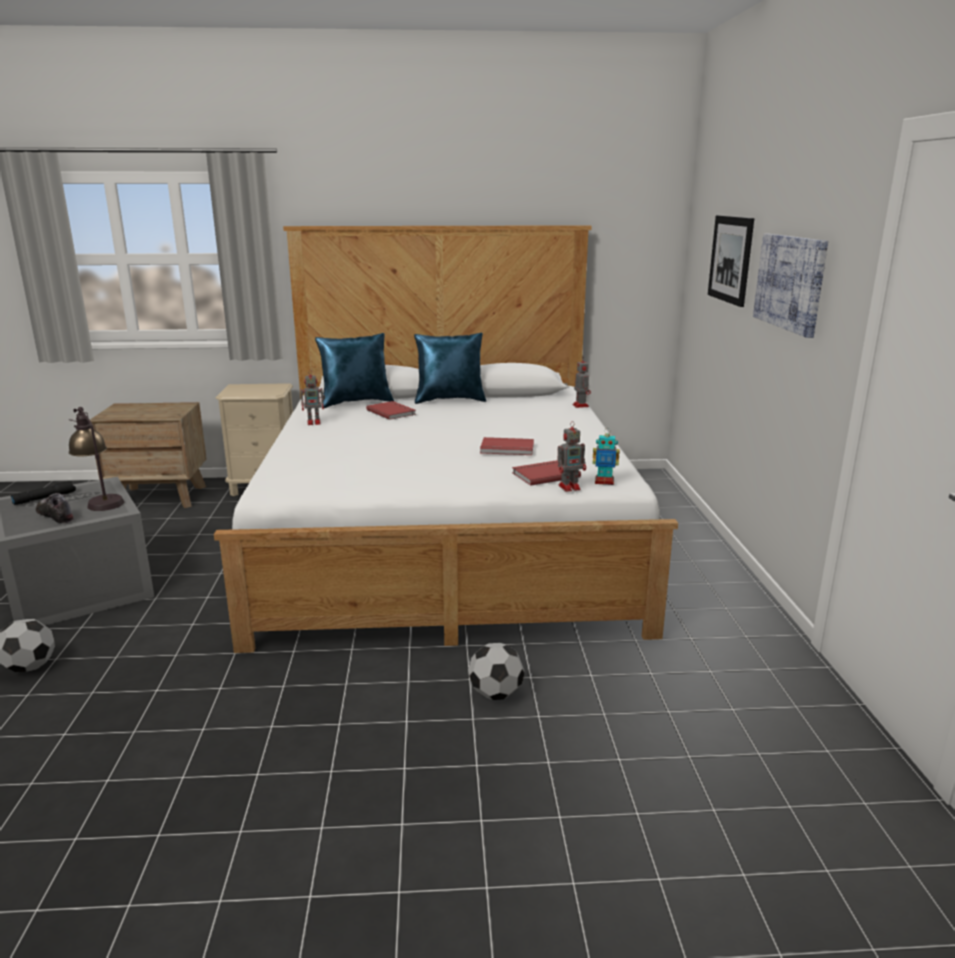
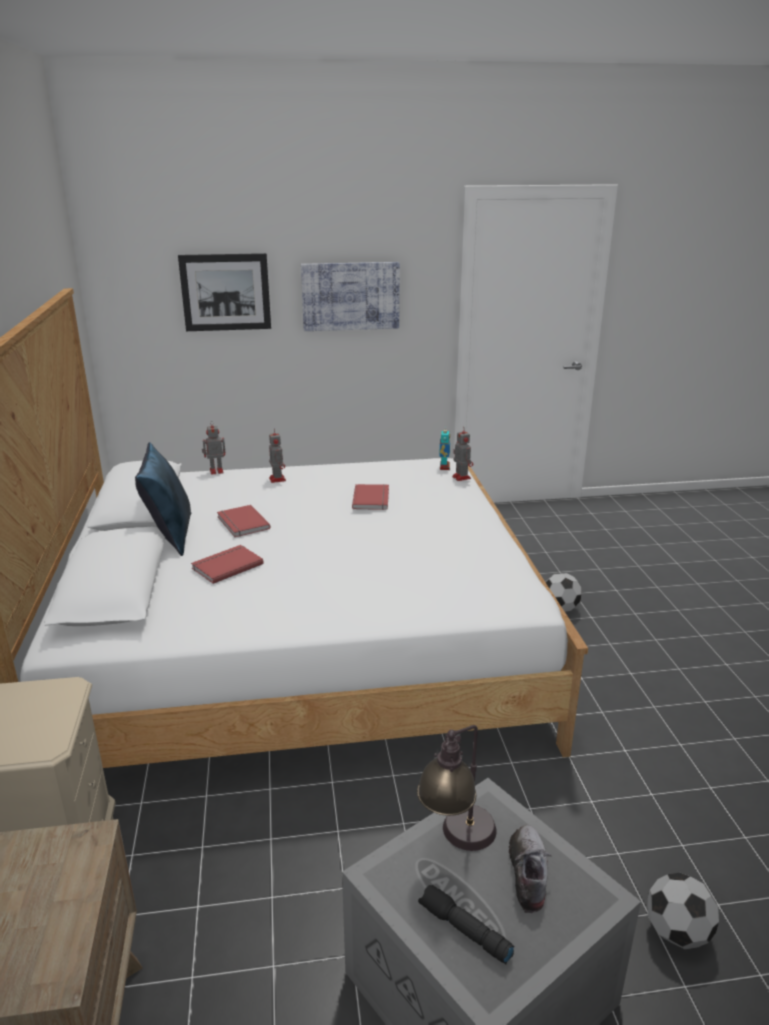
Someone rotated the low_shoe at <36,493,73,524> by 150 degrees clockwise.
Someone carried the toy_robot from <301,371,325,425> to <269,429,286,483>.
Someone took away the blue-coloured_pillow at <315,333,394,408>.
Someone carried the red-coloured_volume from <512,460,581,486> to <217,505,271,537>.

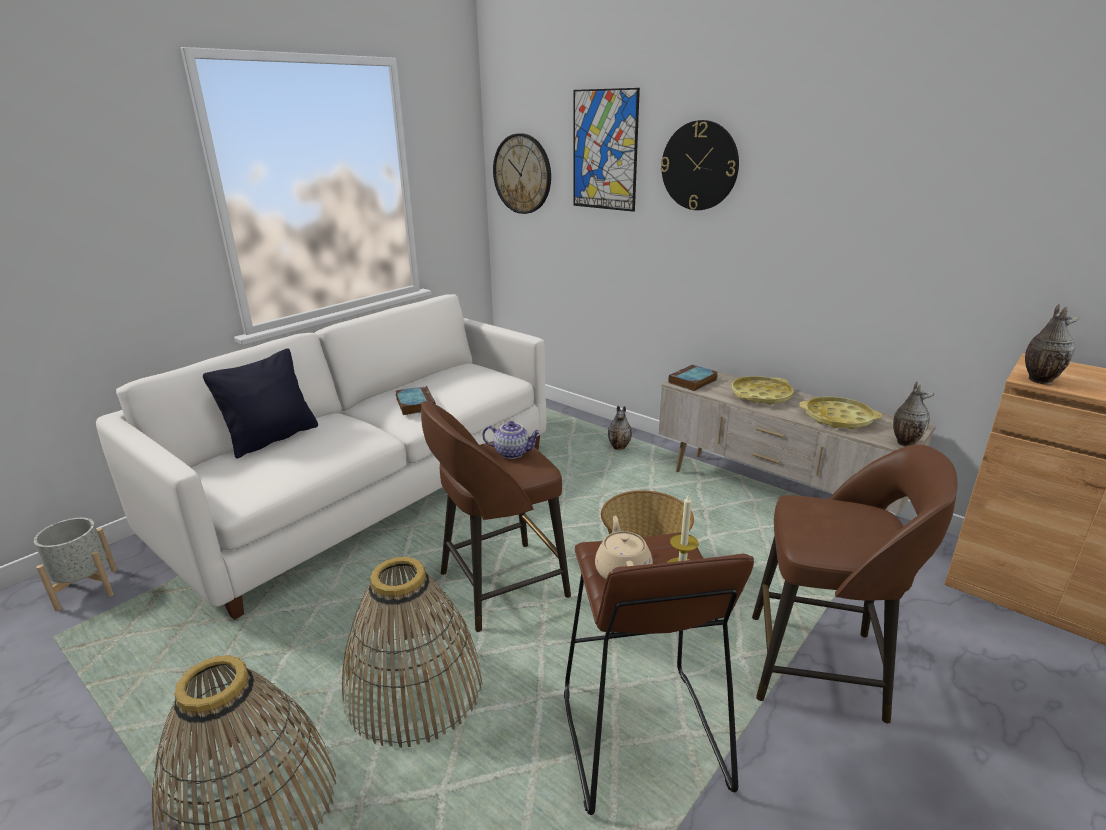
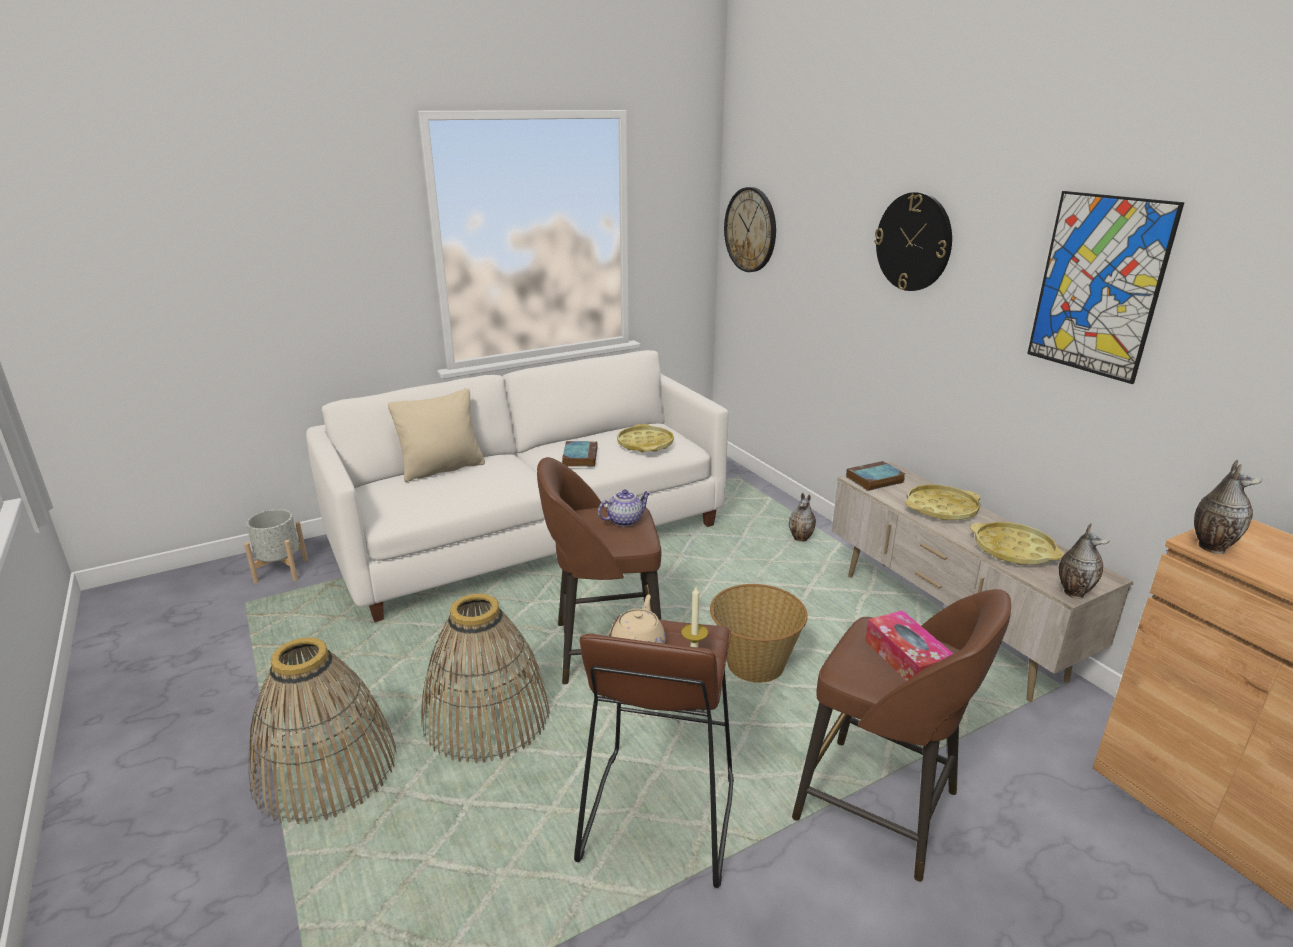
Someone repainted the black-coloured_pillow at <203,348,318,459>, which became the beige_pillow at <388,388,485,482>.
Someone rotated the pot_for_tea at <482,421,541,459> by 60 degrees counterclockwise.
Someone carried the wall_picture from <574,88,640,212> to <1027,191,1184,384>.
Someone put down the yellow-coloured_tray at <617,424,674,453>.
Someone put down the tissue_holder at <865,610,953,681>.

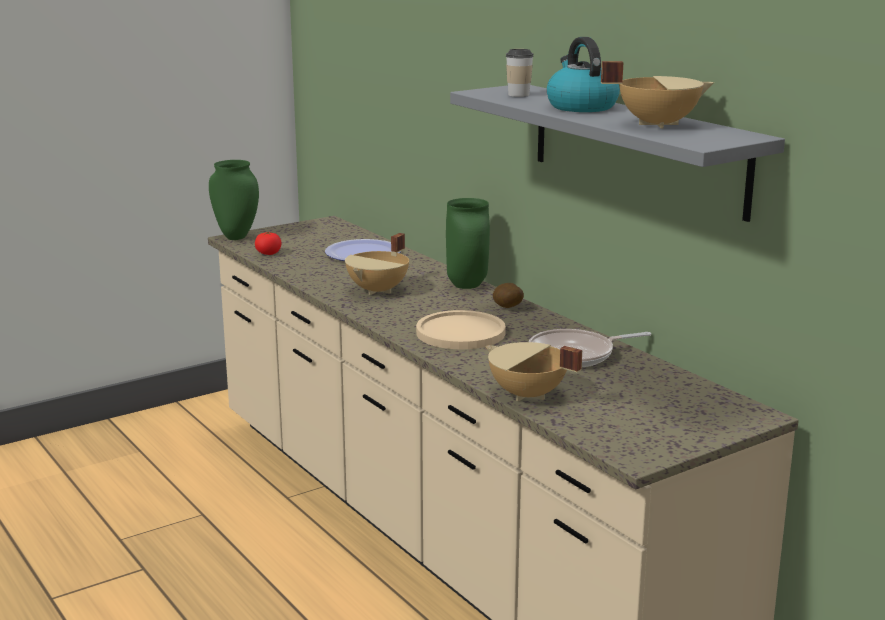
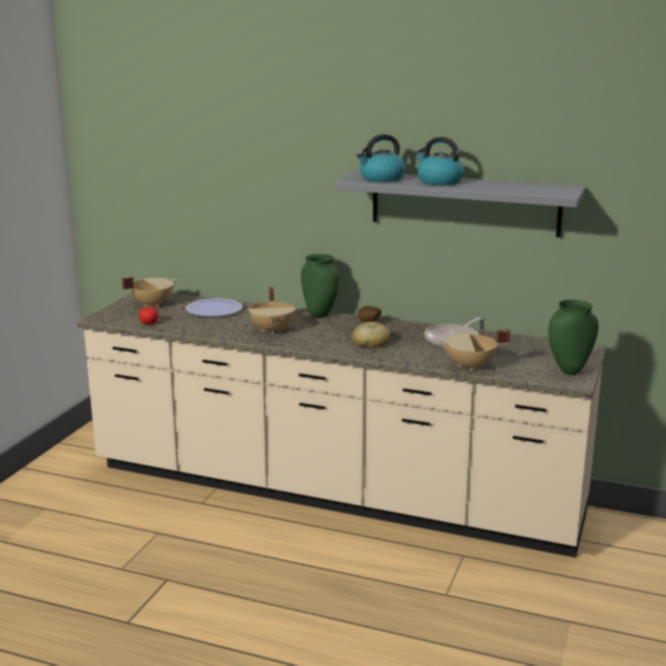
Someone carried the green_decorative_vase from <209,160,259,240> to <548,300,599,375>.
Someone swapped the beige_dinner_plate at <416,310,506,349> for the bakery_bread at <352,322,391,348>.
Someone swapped the cup at <506,49,534,97> for the kettle at <356,134,406,182>.
Someone carried the beige_stockpot from <601,61,714,128> to <121,277,177,308>.

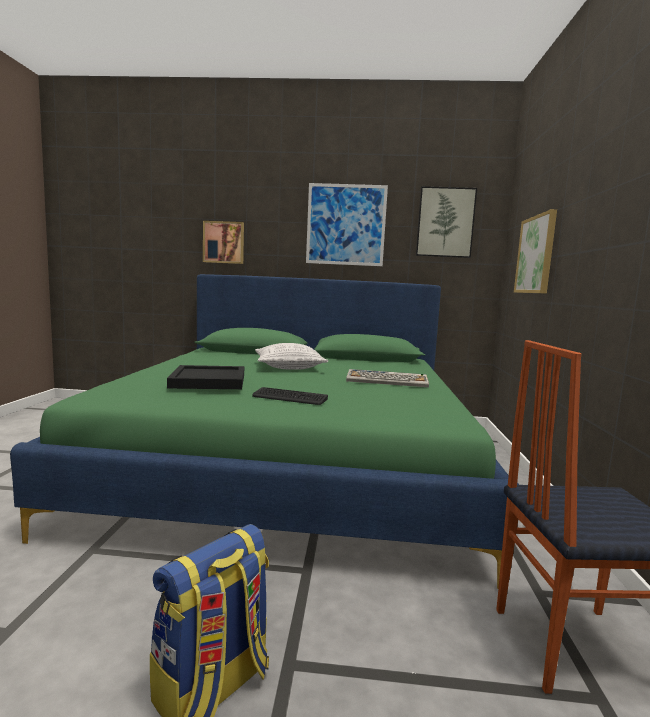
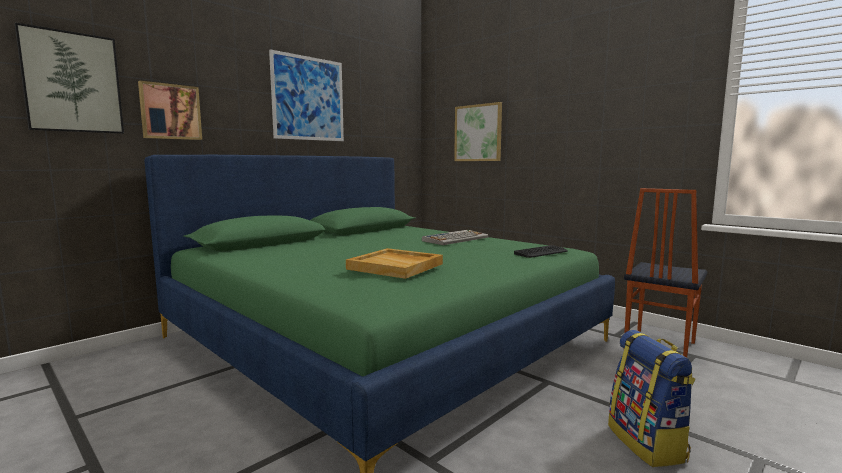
Someone repainted the black-coloured_tray at <167,365,244,389>, which became the beige_tray at <346,248,443,279>.
Someone carried the PC_keyboard from <252,387,328,405> to <514,245,567,258>.
Someone took away the pillow at <255,343,328,370>.
Someone carried the wall_picture from <416,186,477,258> to <14,22,124,134>.

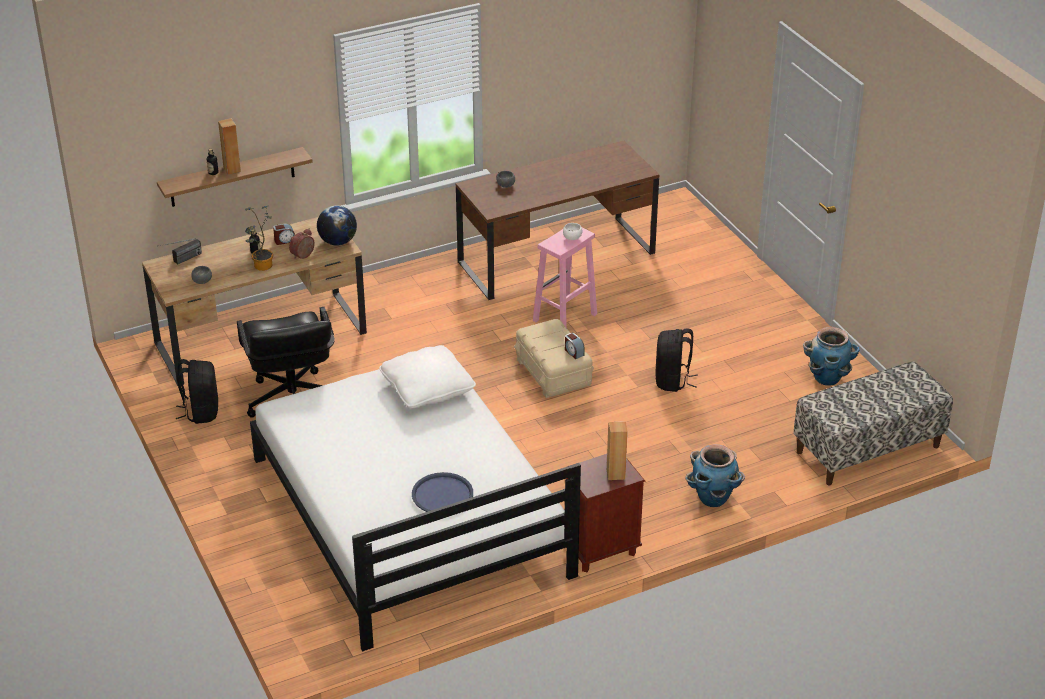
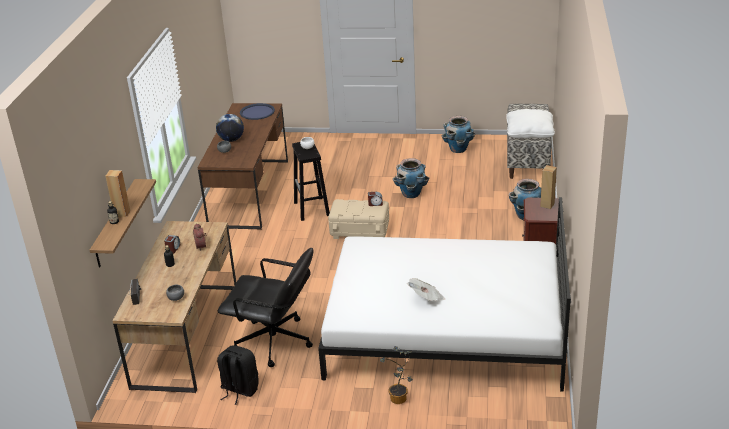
Someone carried the plant_in_a_pot from <245,206,273,271> to <380,346,413,404>.
Someone carried the globe from <317,206,357,246> to <216,114,244,142>.
Someone carried the whitish_pillow from <379,345,476,408> to <506,109,555,138>.
Someone carried the blue-coloured_tray from <412,472,473,512> to <240,103,275,120>.
Someone repainted the pink_sitting_stool at <533,228,597,328>, which became the black-coloured_sitting_stool at <292,142,330,221>.
Someone swapped the black-coloured_knapsack at <655,328,698,392> for the planter at <393,158,429,198>.
Someone put down the daily_paper at <407,278,446,301>.

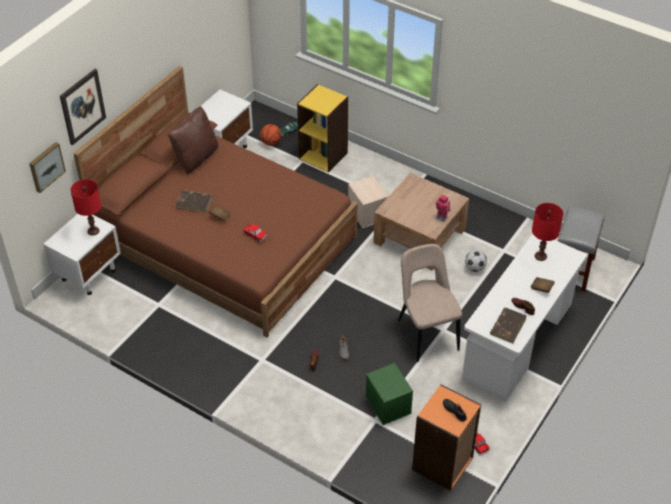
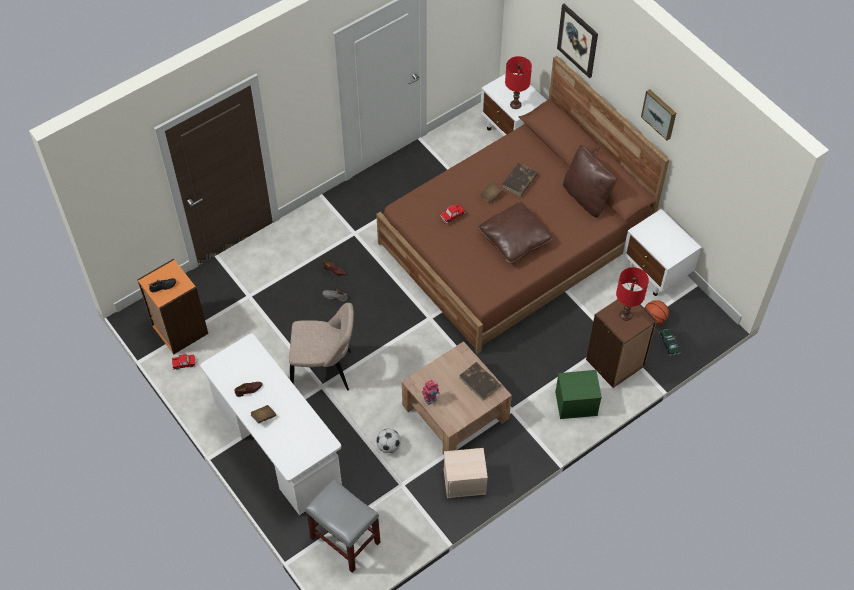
Someone carried the wall_picture from <29,142,66,193> to <641,89,676,140>.
Someone repainted the yellow-coloured_shelving_unit at <297,84,348,173>, which became the brown_shelving_unit at <586,299,657,388>.
Someone carried the beige_storage_bin from <348,176,388,228> to <444,448,488,498>.
Someone carried the green_storage_bin from <365,363,413,425> to <555,370,602,419>.
Someone carried the brown_volume from <490,308,527,343> to <459,362,501,401>.
Someone carried the red-coloured_table_lamp from <532,203,563,261> to <616,267,649,321>.
Someone put down the brown_pillow at <478,203,553,263>.

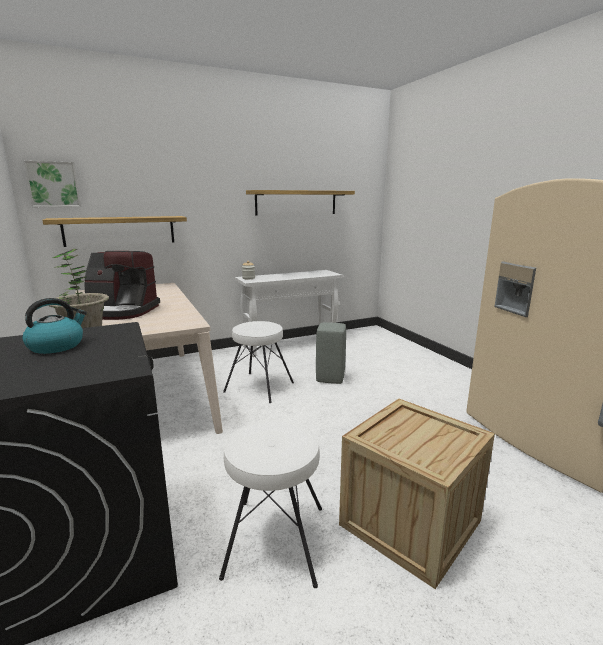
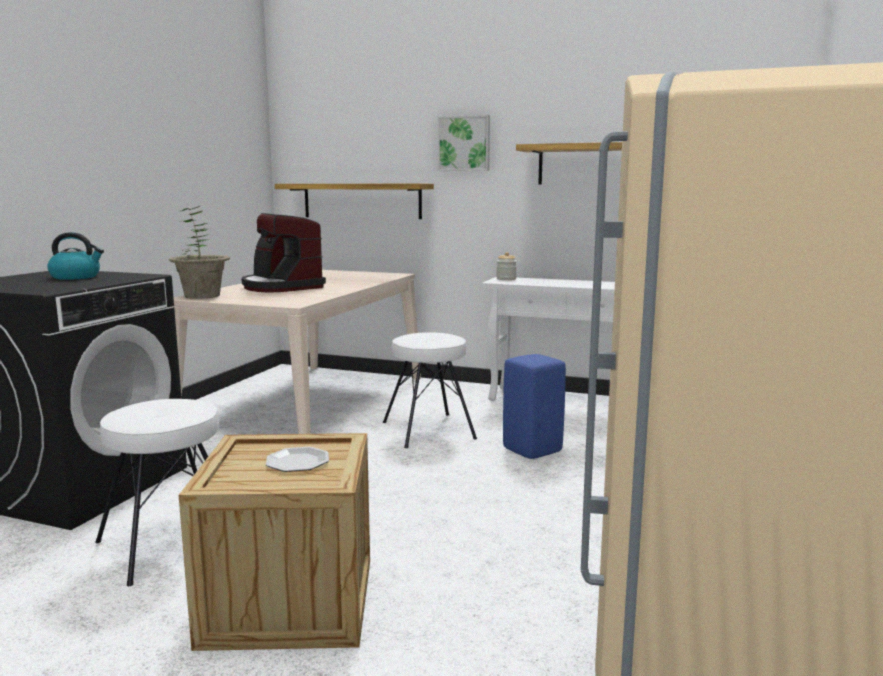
Someone carried the wall_picture from <23,161,81,207> to <437,115,490,171>.
Someone repainted the grey_sitting_stool at <316,322,346,384>, which became the blue-coloured_sitting_stool at <503,354,566,459>.
Someone put down the dinner_plate at <266,447,329,472>.

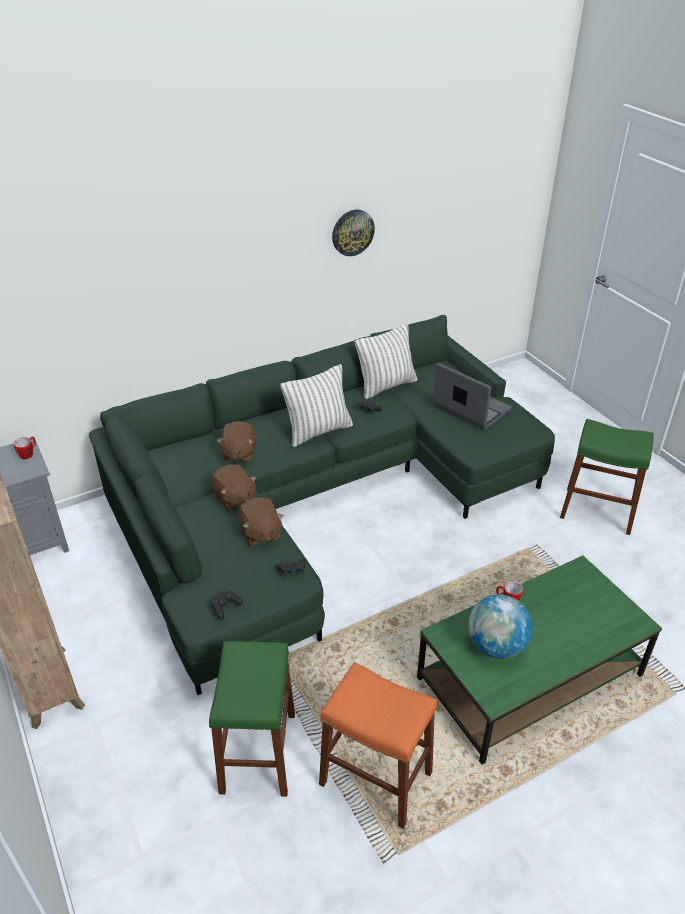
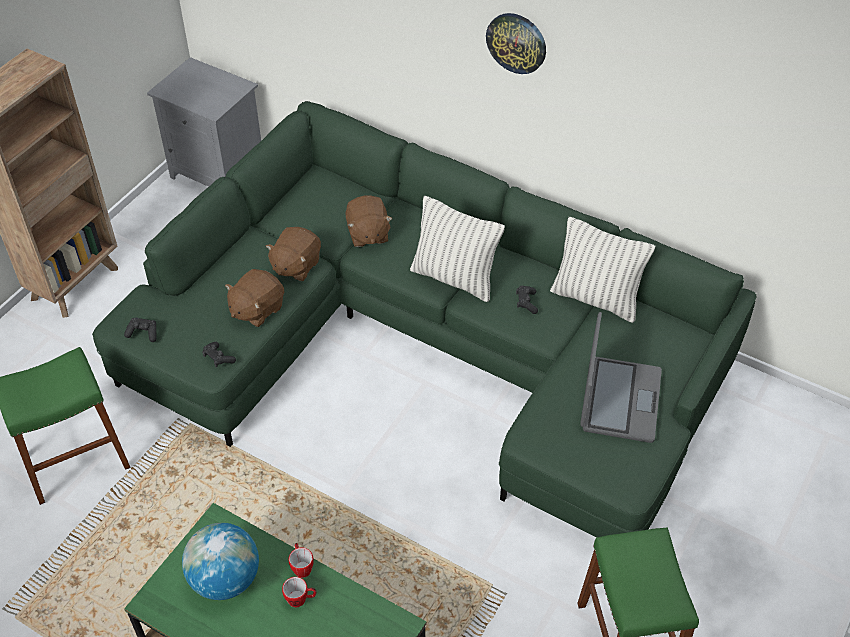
Someone carried the coffee_mug from <14,437,36,459> to <282,577,316,607>.
Someone rotated the brown_plush_toy at <216,421,256,463> by 75 degrees counterclockwise.
Someone took away the orange-coloured_sitting_stool at <319,662,438,829>.
Someone carried the hanging_clock from <332,210,375,256> to <486,13,546,74>.

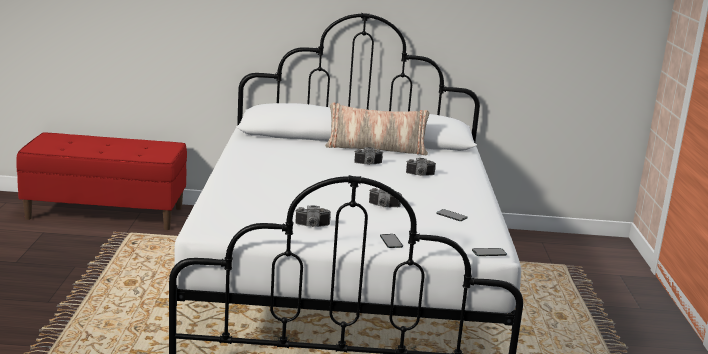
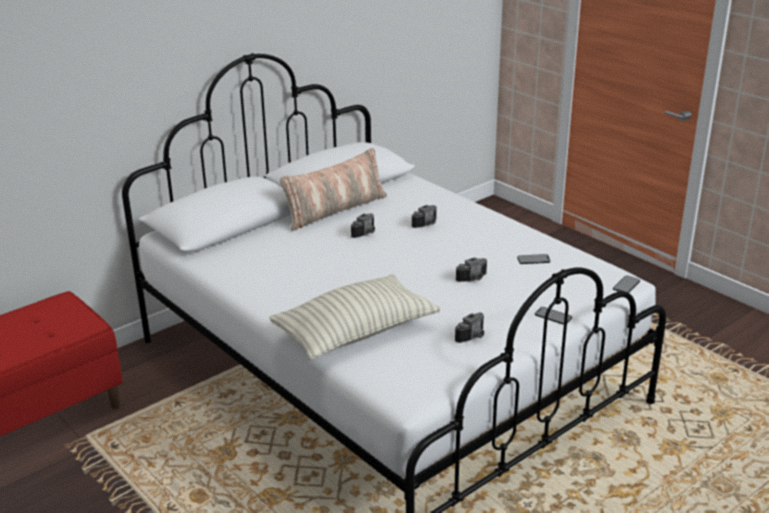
Someone put down the pillow at <269,274,440,360>.

